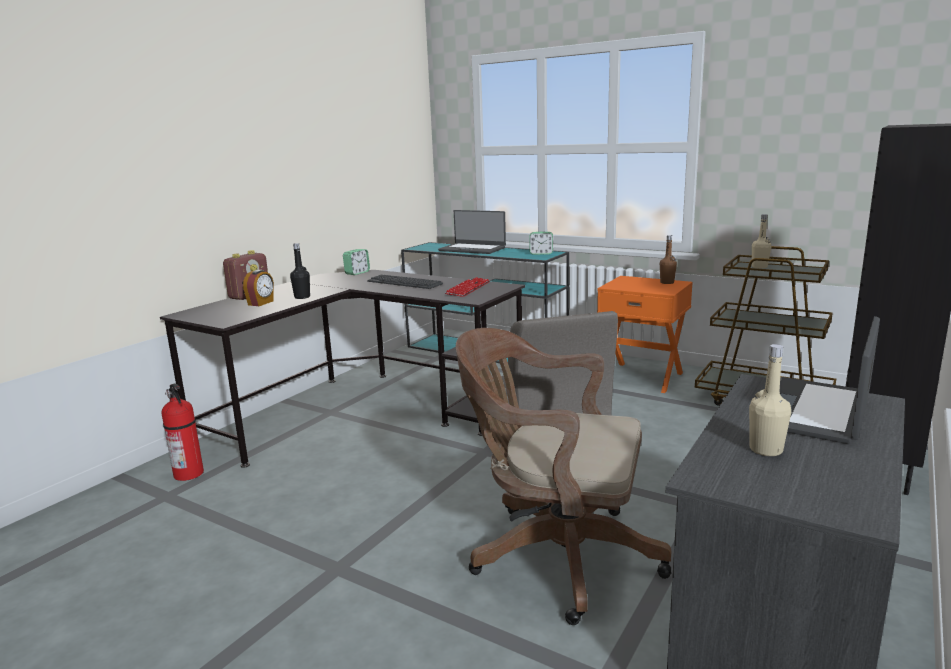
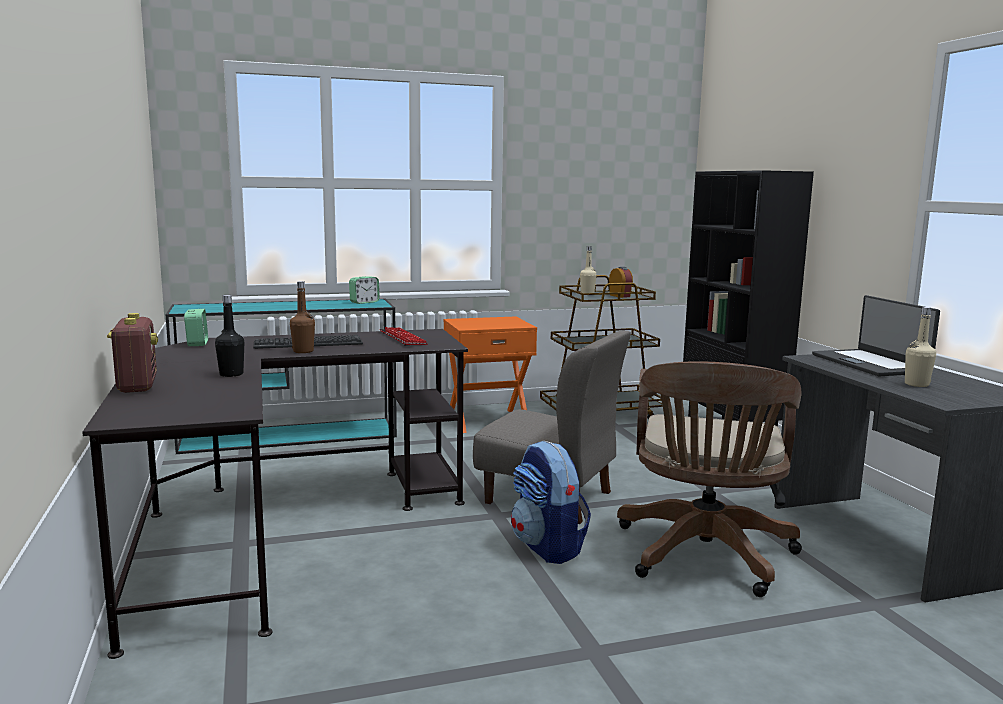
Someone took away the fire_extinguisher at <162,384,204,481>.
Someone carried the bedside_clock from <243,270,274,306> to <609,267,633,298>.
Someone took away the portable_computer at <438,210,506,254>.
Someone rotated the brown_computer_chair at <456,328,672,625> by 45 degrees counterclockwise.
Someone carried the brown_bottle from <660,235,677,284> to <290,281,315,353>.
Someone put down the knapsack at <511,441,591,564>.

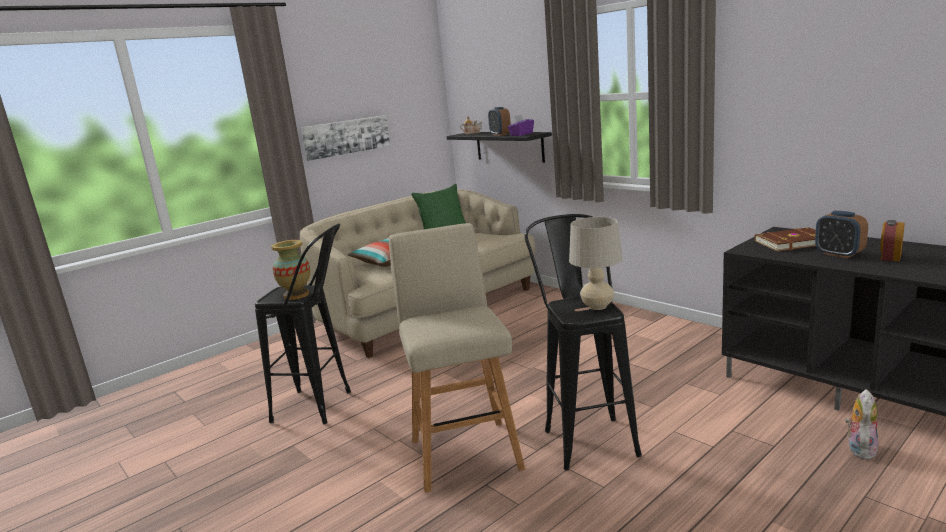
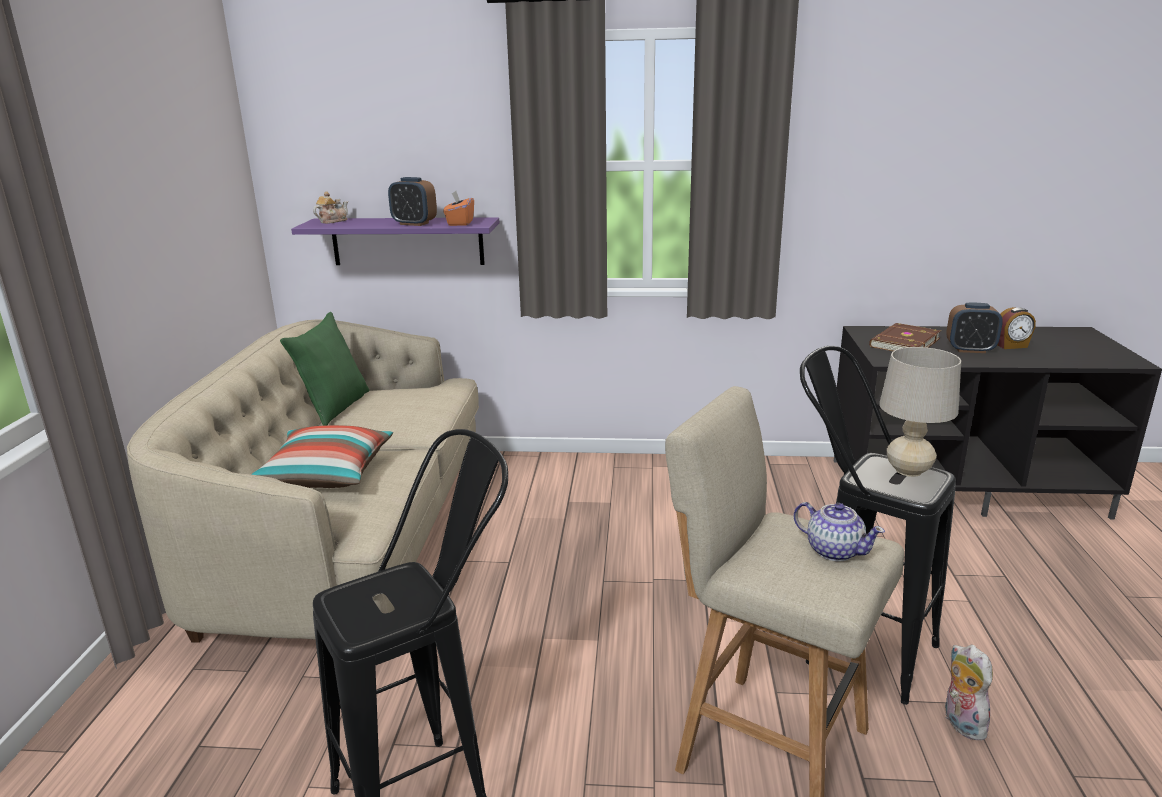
Someone took away the decorative_vase at <271,240,310,300>.
Someone took away the wall_picture at <301,115,390,161>.
Someone repainted the black-coloured_shelf at <446,132,552,163>, which became the purple-coloured_shelf at <291,217,499,265>.
Someone repainted the purple-coloured_tissue_holder at <507,115,534,136>, which became the orange-coloured_tissue_holder at <443,191,474,226>.
Someone carried the plush_toy from <845,389,878,461> to <945,645,993,740>.
Someone rotated the bedside_clock at <880,220,904,262> by 90 degrees counterclockwise.
Someone put down the pot_for_tea at <794,502,885,561>.

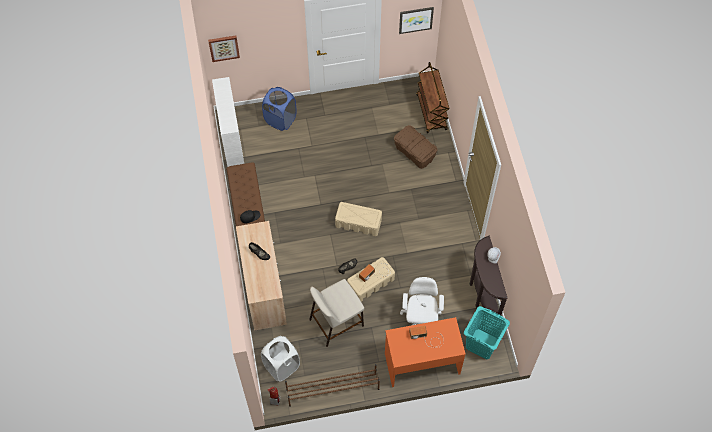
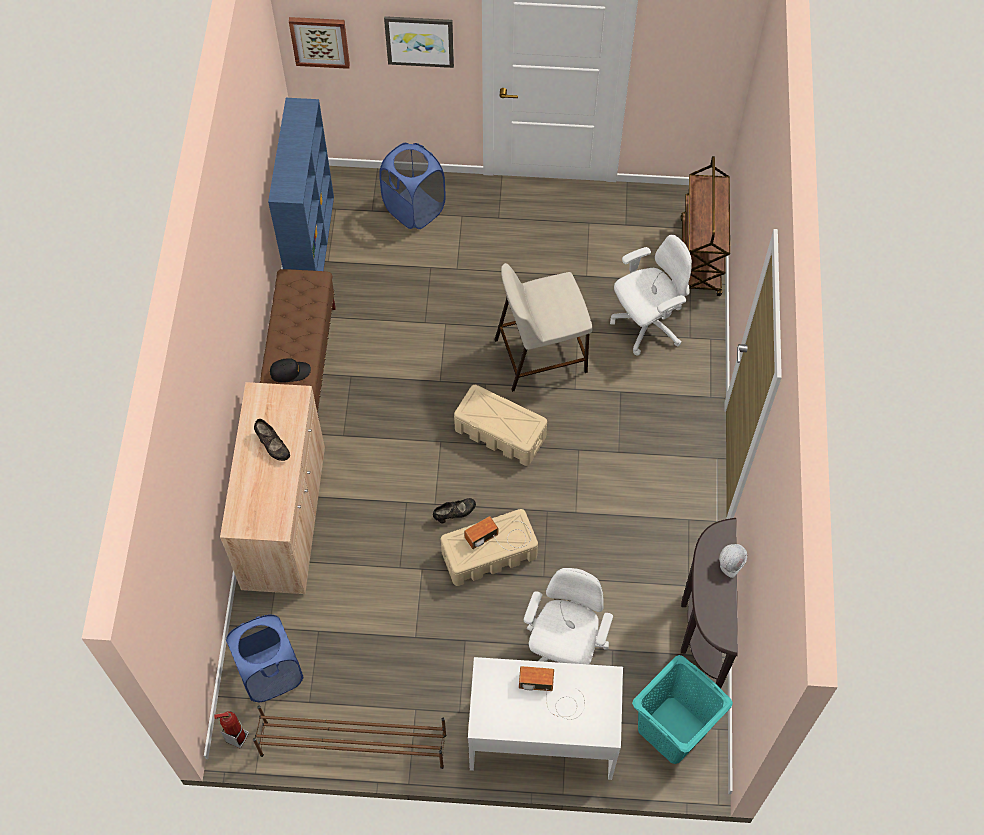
Someone repainted the whitish_shelving_unit at <212,77,244,167>, which became the blue-coloured_shelving_unit at <268,98,334,271>.
Someone repainted the whitish_washing_basket at <261,336,300,381>, which became the blue-coloured_washing_basket at <226,615,304,702>.
Someone carried the beige_sitting_stool from <309,279,364,347> to <494,263,593,392>.
Someone repainted the orange-coloured_desk_unit at <385,317,466,387>, which became the whitish_desk_unit at <468,657,623,780>.
Someone swapped the brown_storage_bin at <394,125,438,169> for the whitish_computer_chair at <610,235,692,356>.
Someone carried the wall_picture from <399,7,434,34> to <384,16,454,68>.

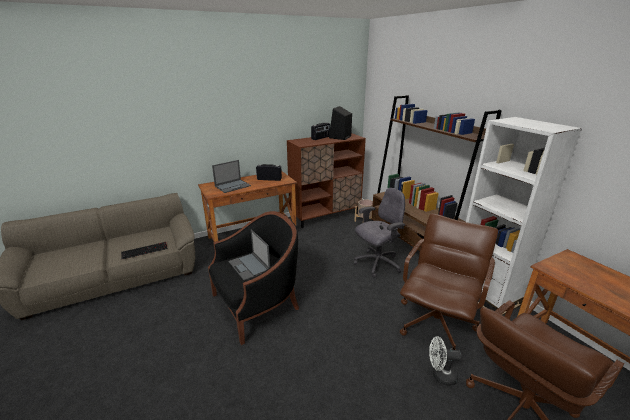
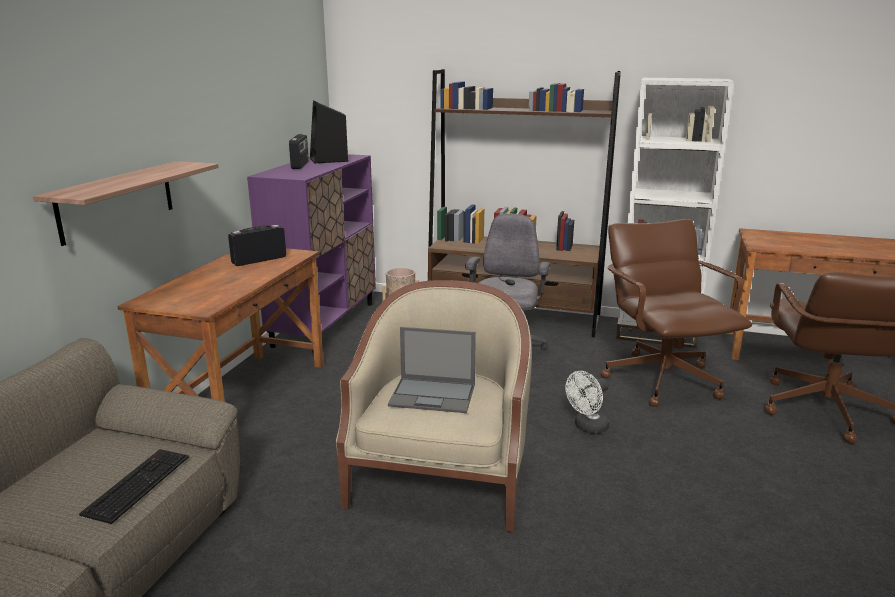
Someone repainted the black-coloured_lounge_chair at <208,211,299,345>, which became the beige_lounge_chair at <336,280,532,532>.
Someone took away the portable_computer at <212,160,251,193>.
Someone repainted the brown_cupboard at <287,133,366,228>, which became the purple-coloured_cupboard at <247,154,376,354>.
Someone carried the whitish_electric_fan from <429,336,462,386> to <566,371,610,434>.
Someone put up the shelf at <33,161,219,246>.

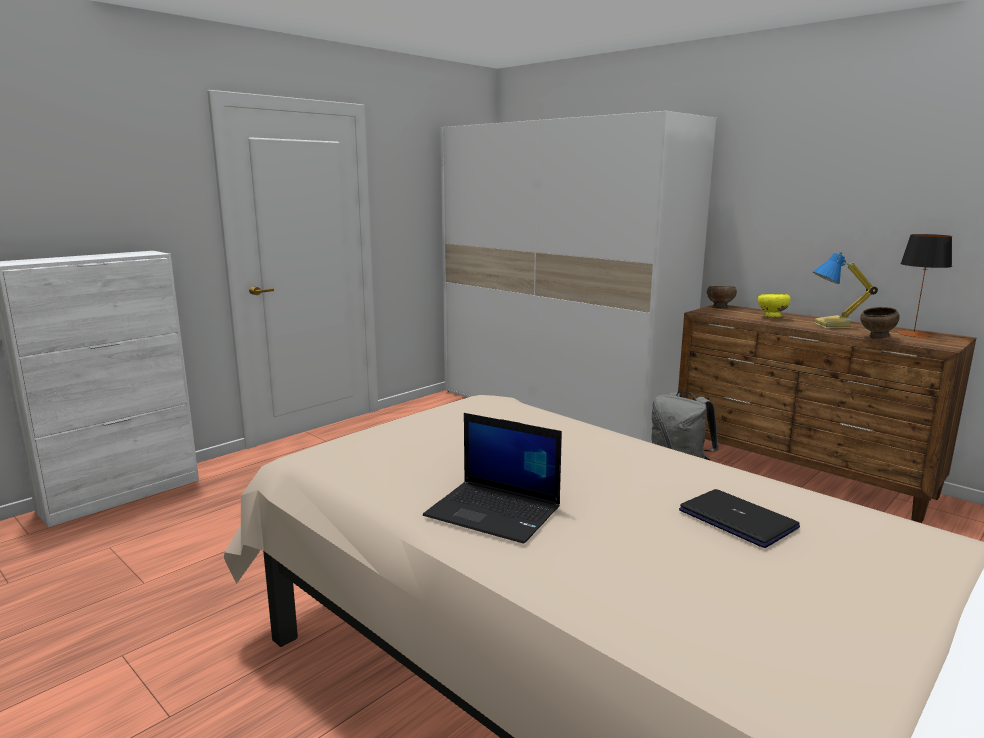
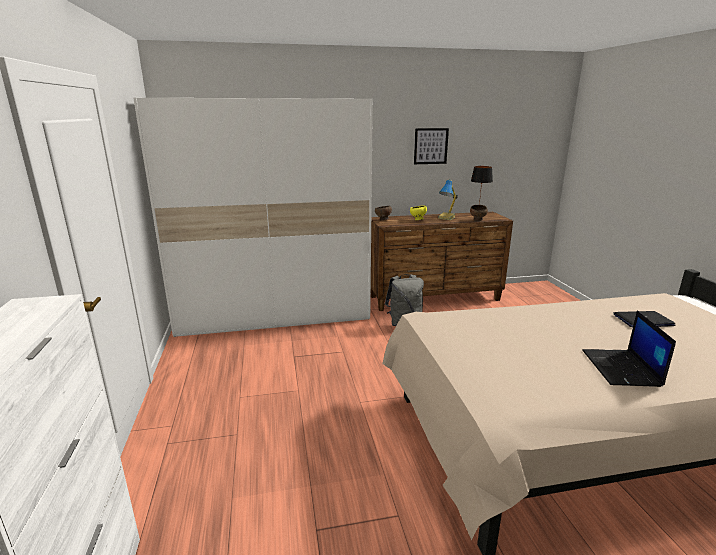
Someone rotated the portable_computer at <423,413,562,544> by 120 degrees clockwise.
Someone put up the wall_picture at <414,128,449,164>.

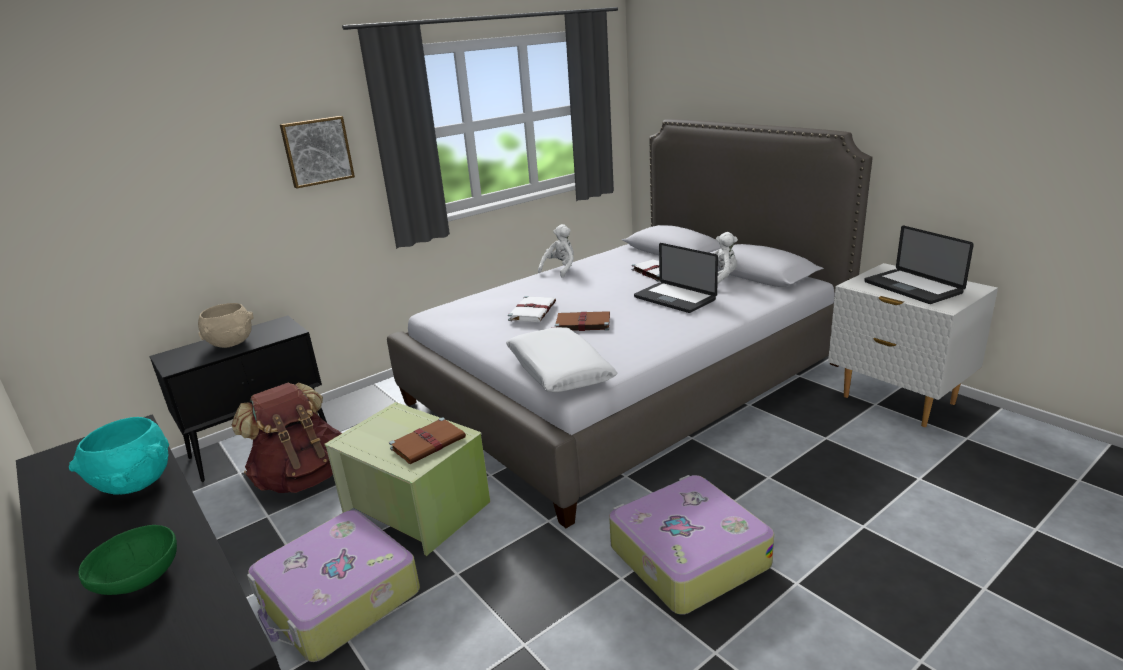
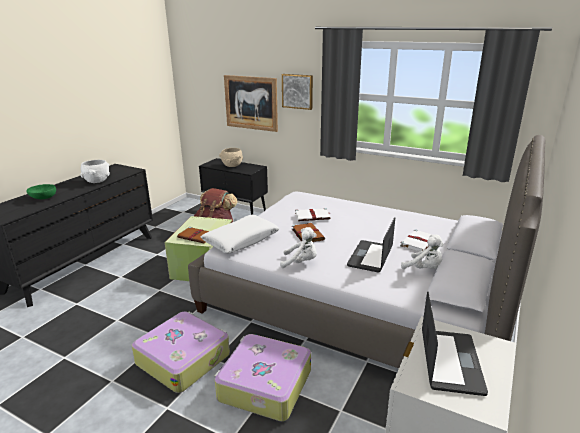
Someone repainted the turquoise_deep_dish at <69,417,169,495>, which became the whitish_deep_dish at <80,160,110,183>.
Someone carried the travel_case from <247,510,420,662> to <215,334,311,422>.
Someone carried the whitish_plush_toy from <538,224,574,278> to <280,227,317,268>.
Someone rotated the portable_computer at <864,226,974,304> by 150 degrees clockwise.
Someone put up the wall_picture at <224,75,278,132>.

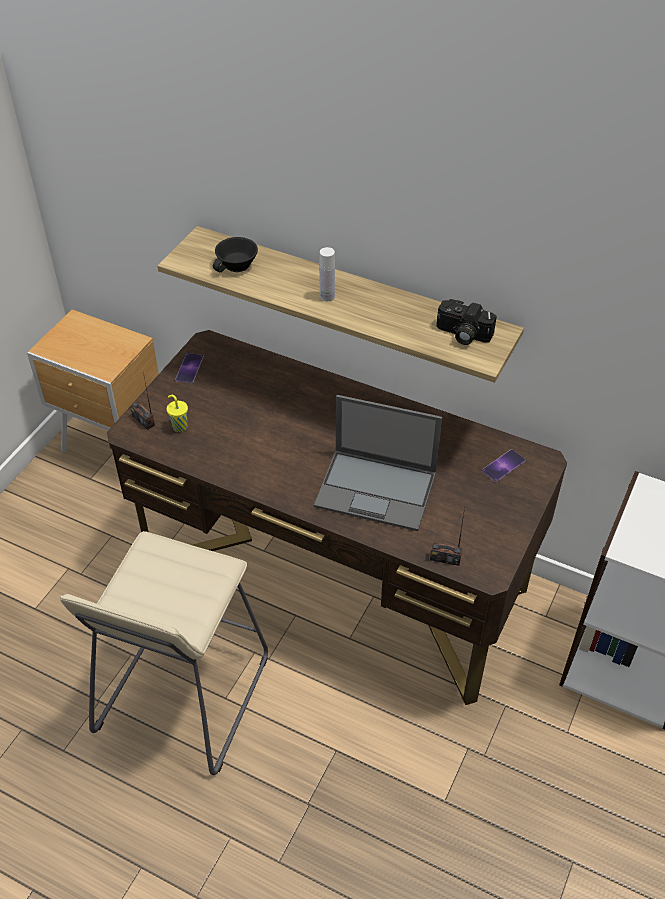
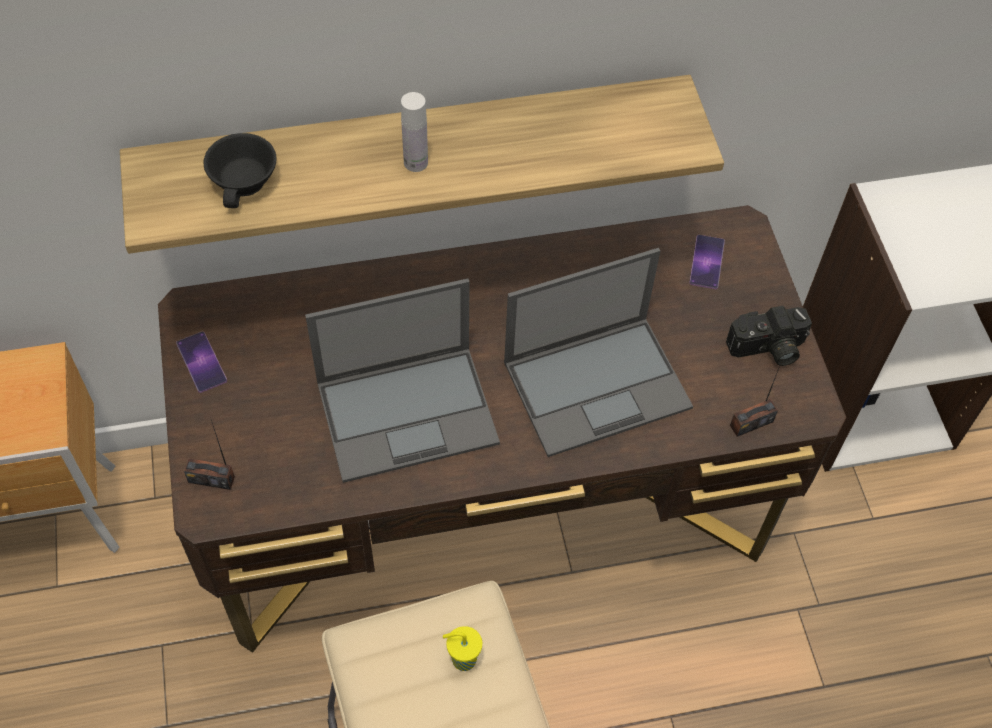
Someone carried the yellow-coloured_cup from <167,395,188,432> to <443,626,482,671>.
Someone carried the still_camera from <437,299,497,345> to <726,306,812,366>.
Someone put down the portable_computer at <305,279,500,483>.

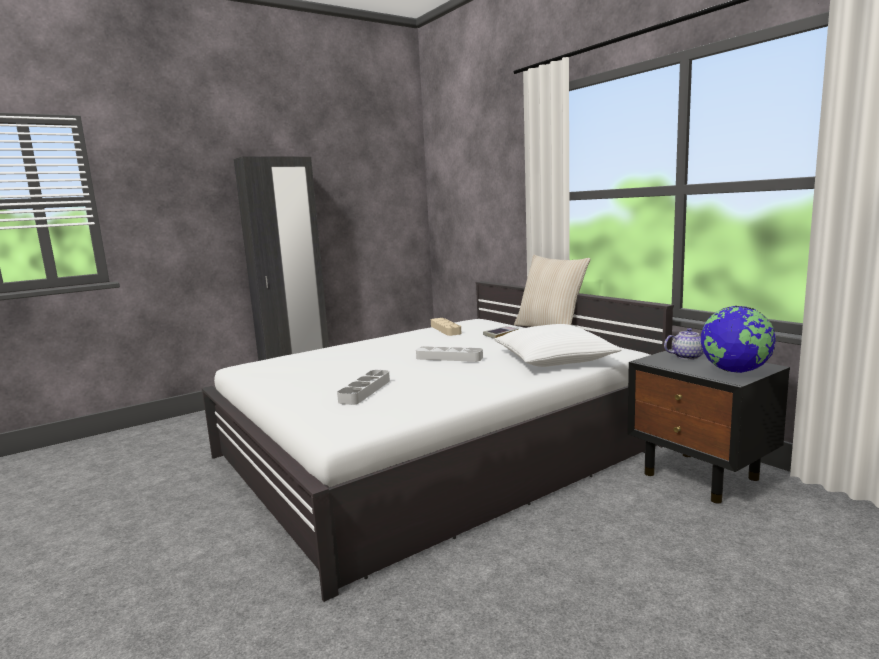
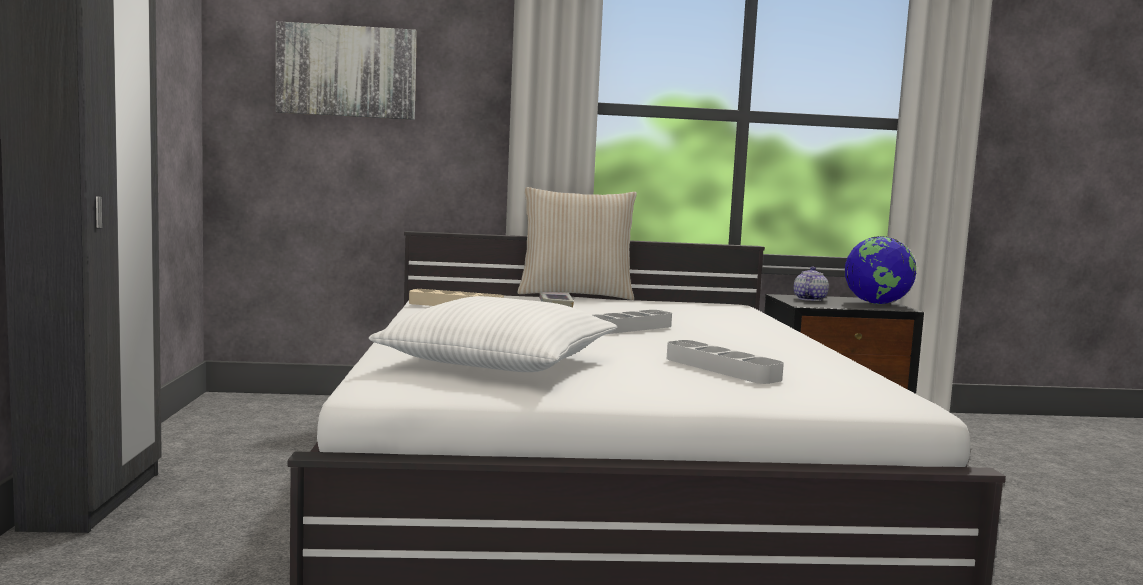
Someone carried the whitish_pillow from <494,324,622,367> to <369,296,617,372>.
Someone put up the wall_picture at <276,21,417,120>.

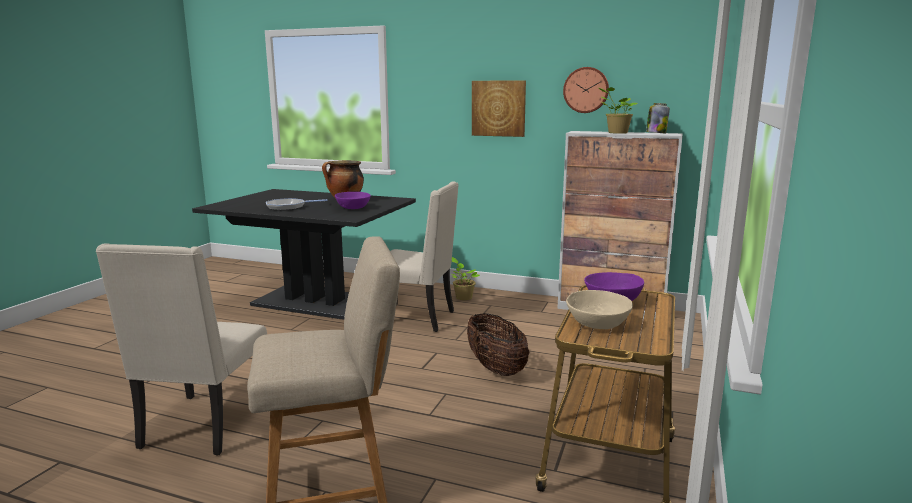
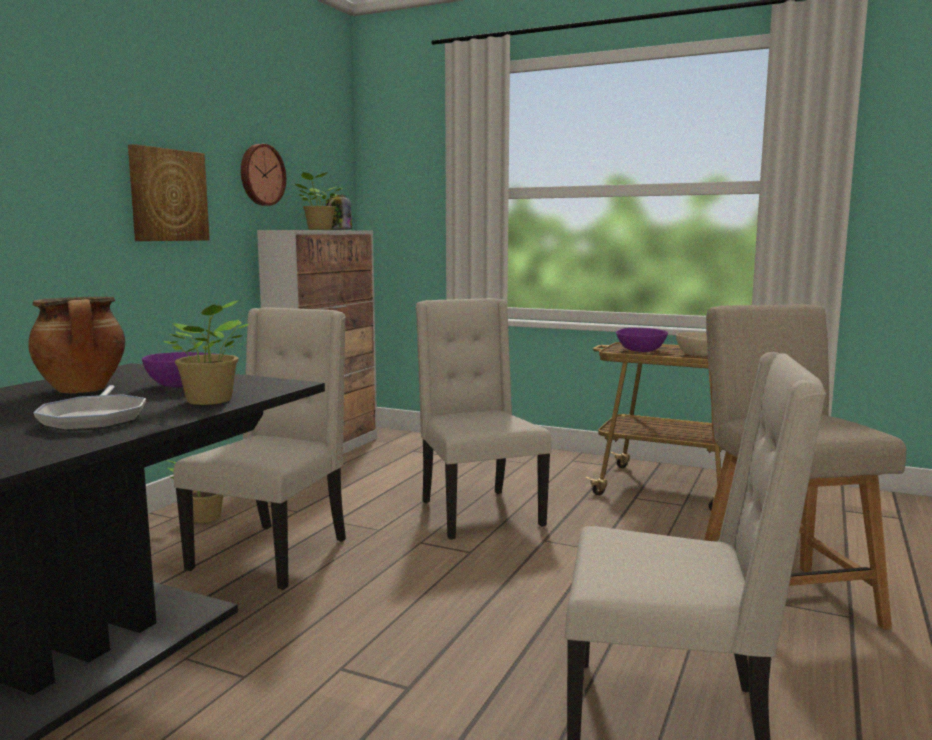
Someone swapped the basket at <467,313,529,376> for the beige_chair at <416,298,551,540>.
Someone put down the plant_in_a_pot at <163,300,249,405>.

